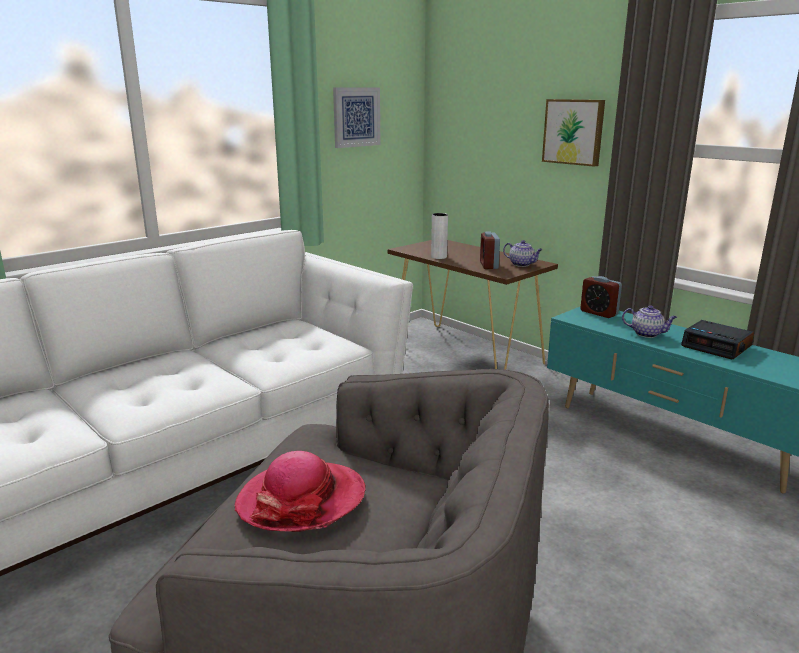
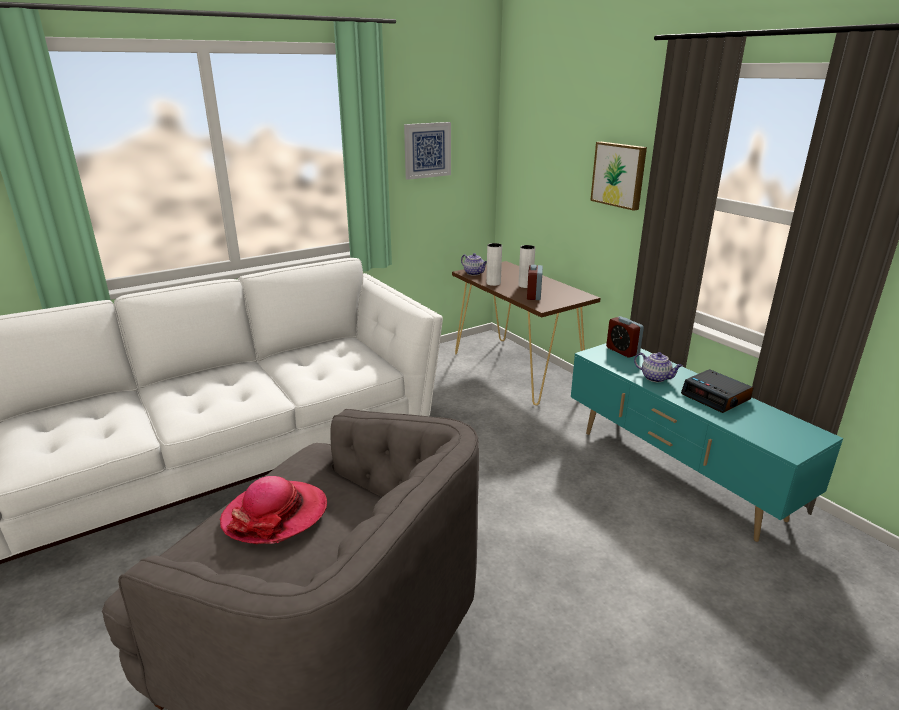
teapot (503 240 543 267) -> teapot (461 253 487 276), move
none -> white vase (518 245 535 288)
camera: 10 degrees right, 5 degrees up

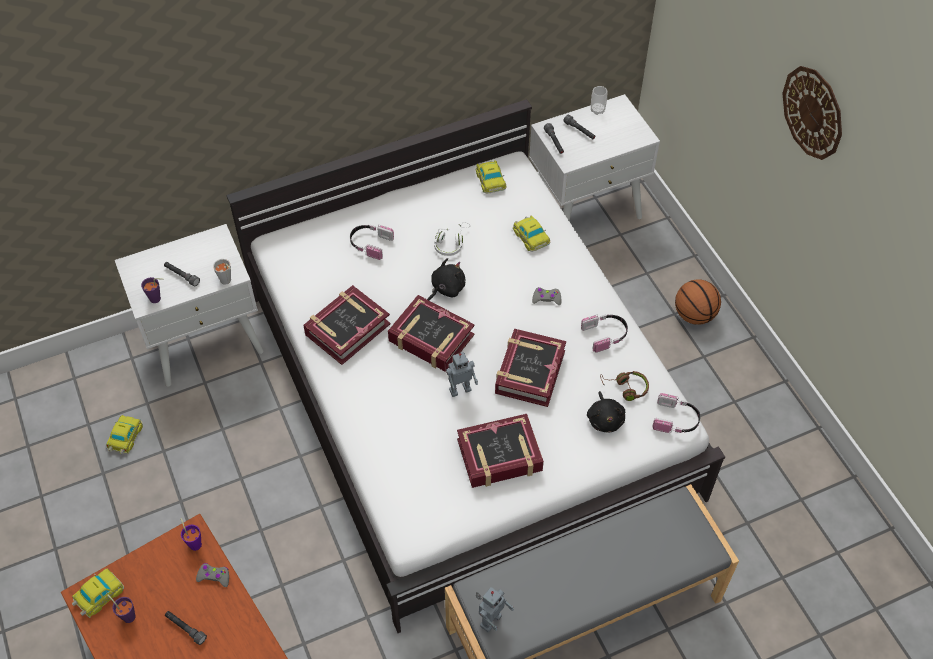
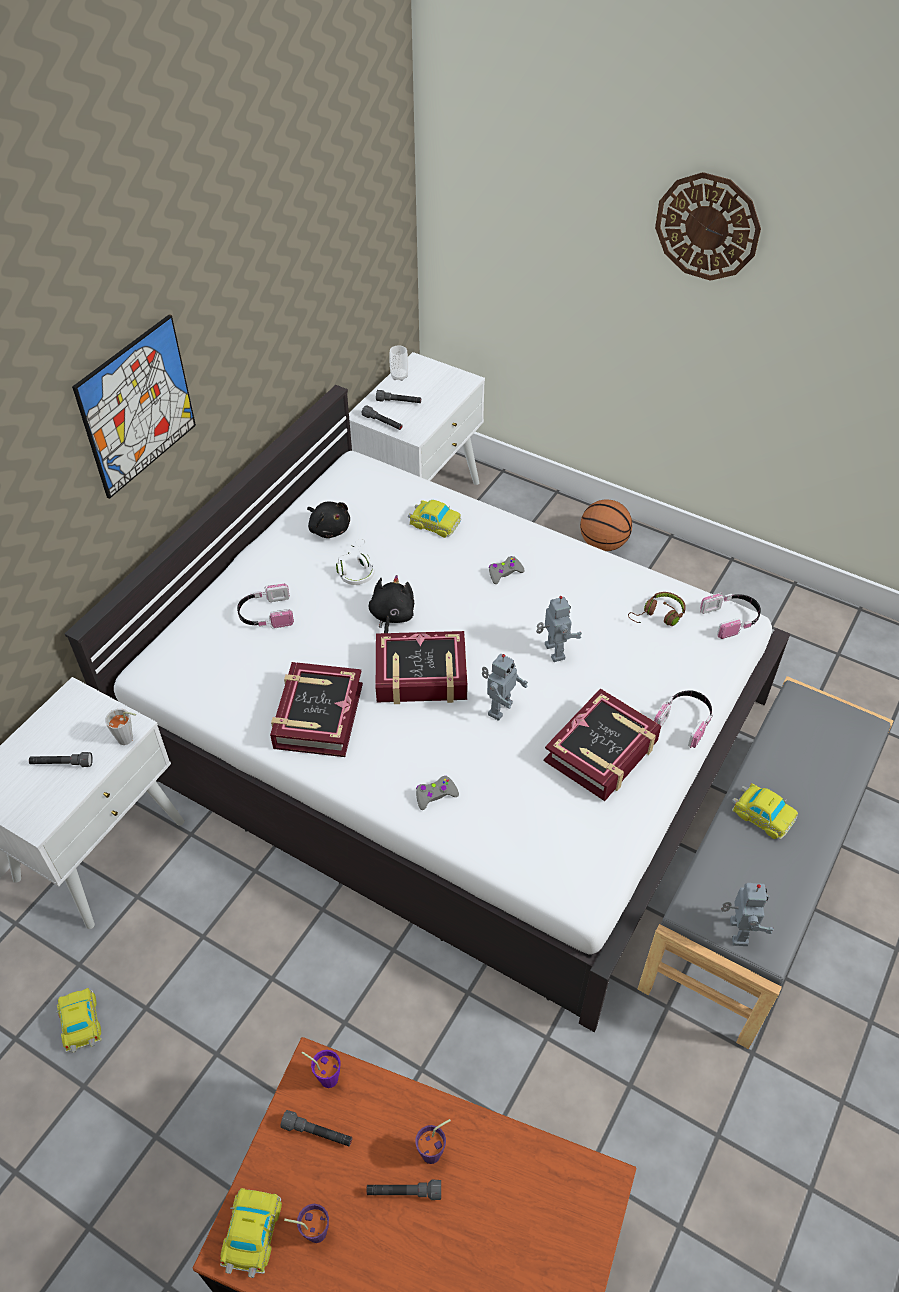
purple cup (141 277 163 303) -> purple cup (415 1119 451 1164), move
grey game controller (196 563 229 587) -> grey game controller (416 776 459 810), move
toy car (475 160 506 194) -> toy car (732 783 798 839), move
book (495 329 566 407) -> toy robot (536 596 582 662)
headphones (581 314 628 353) -> headphones (654 690 713 748), move
black plush toy (587 391 625 433) -> black plush toy (307 502 350 538), move
none -> picture (72 314 196 499)
none -> grey flashlight (280 1110 352 1146)
camera: 35 degrees left, 5 degrees down

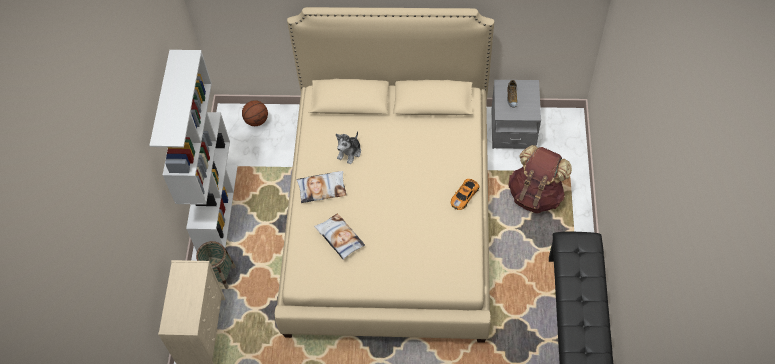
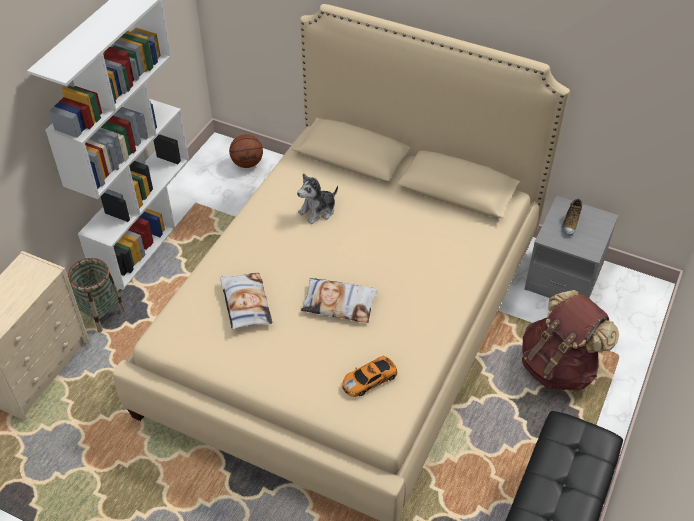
pillow (297 171 347 203) -> pillow (301 278 378 323), move
toy car (451 179 479 210) -> toy car (342 356 398 397), move
camera: 20 degrees right, 10 degrees down

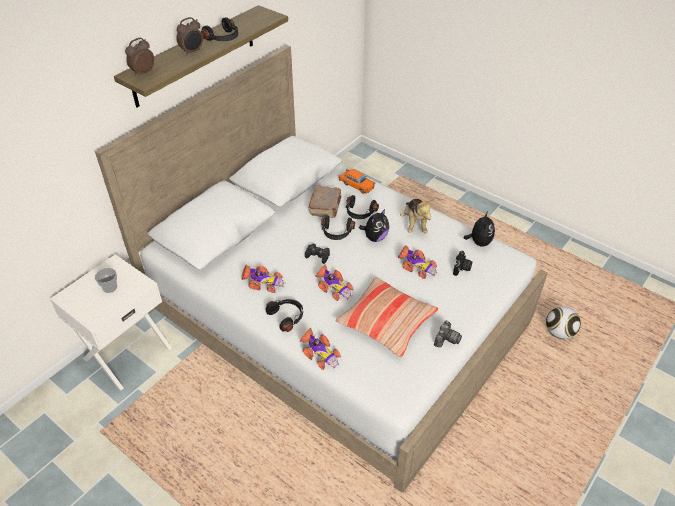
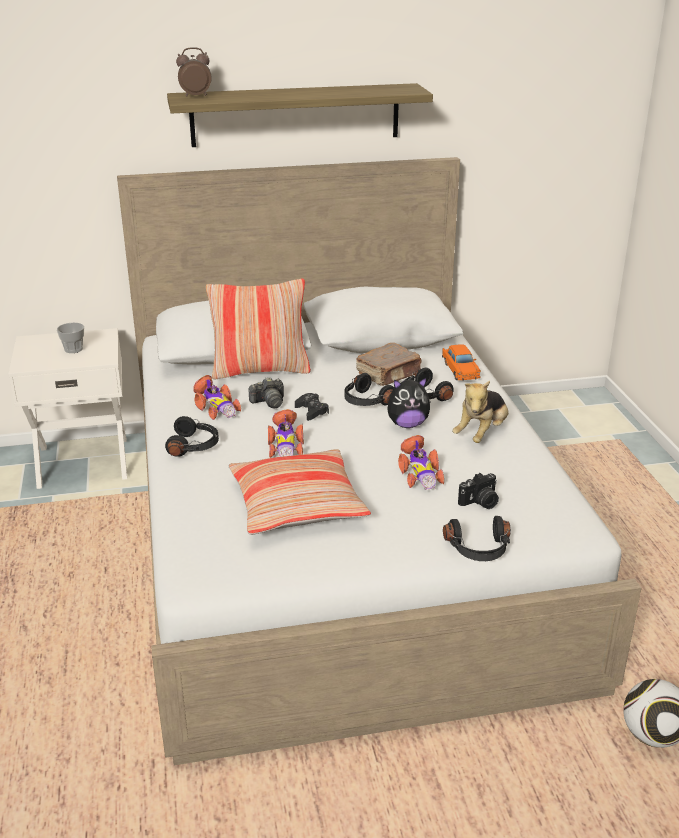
alarm clock (176 17 203 55) -> none
black headphones (201 17 238 41) -> black headphones (443 516 511 561), move
toy car (300 328 341 370) -> none
photo camera (434 321 462 347) -> photo camera (248 377 284 408), move
plush toy (464 211 495 247) -> none
none -> pillow (206 279 311 379)
camera: 40 degrees right, 15 degrees down

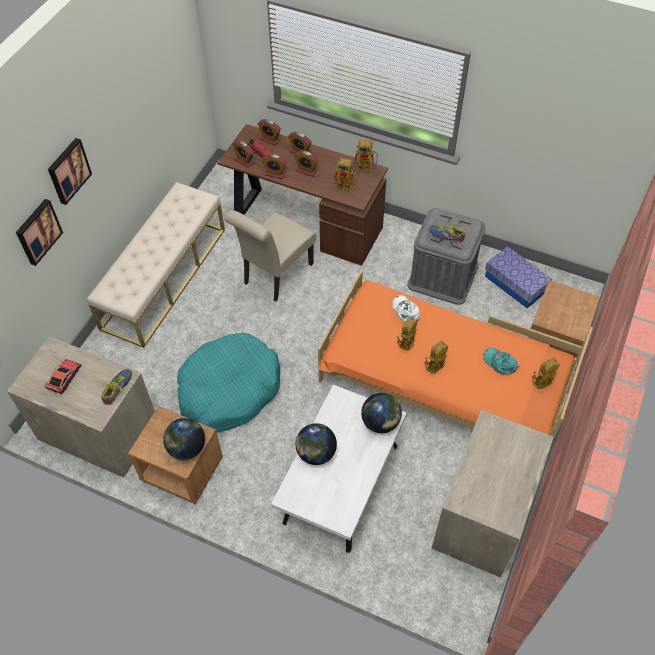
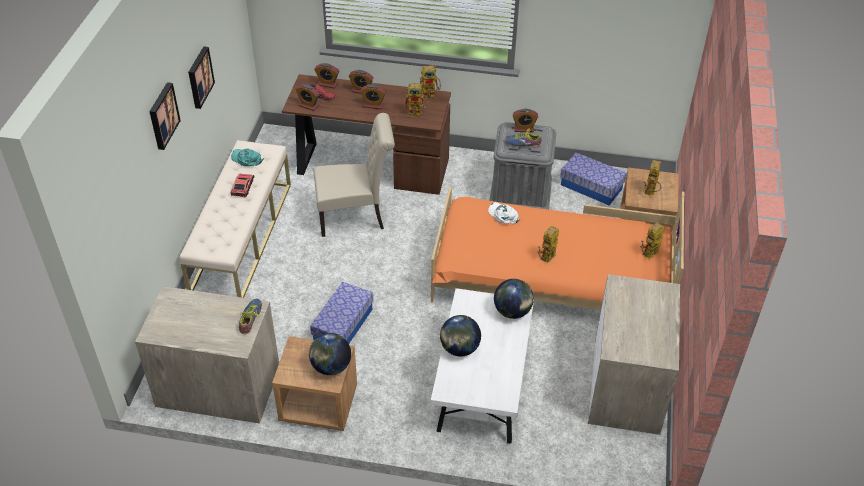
picture (16 199 63 266) -> picture (188 46 215 109), move
toy car (45 359 81 394) -> toy car (231 174 255 197), move
turquoise dog bed (177 333 280 432) -> storage box (310 282 373 344)
beige chair (224 210 316 302) -> beige chair (313 113 395 237), 120 degrees counterclockwise
alarm clock (261 154 287 179) -> alarm clock (513 109 538 133), move
toy robot (397 317 417 351) -> toy robot (644 160 661 196), move
turquoise cap (483 347 520 375) -> turquoise cap (231 149 264 166), move
camera: 15 degrees left, 10 degrees down

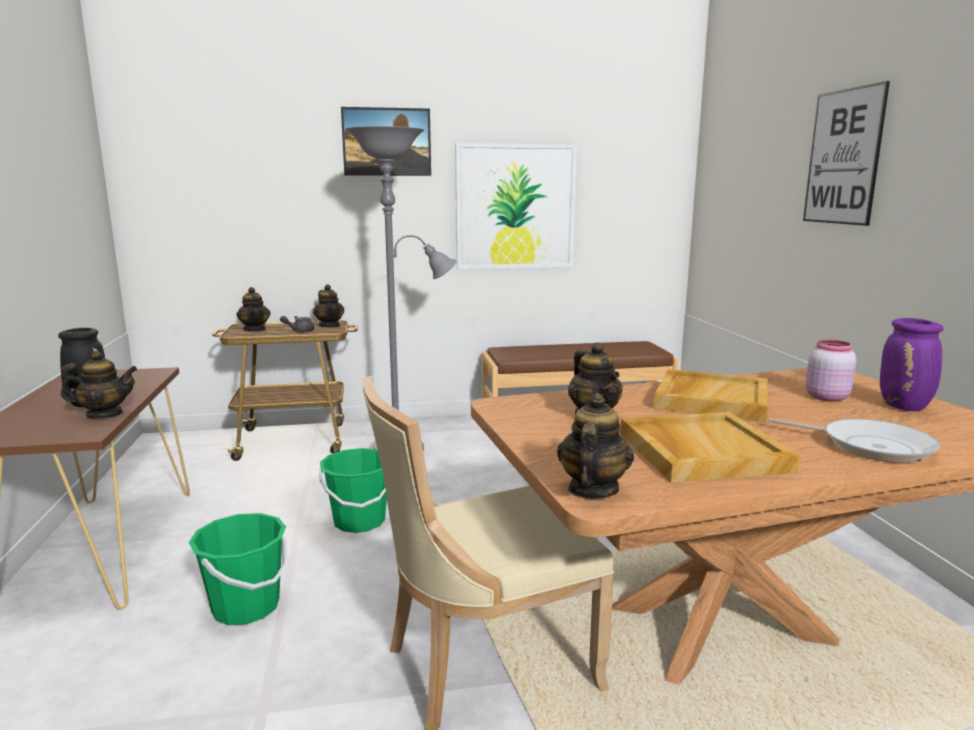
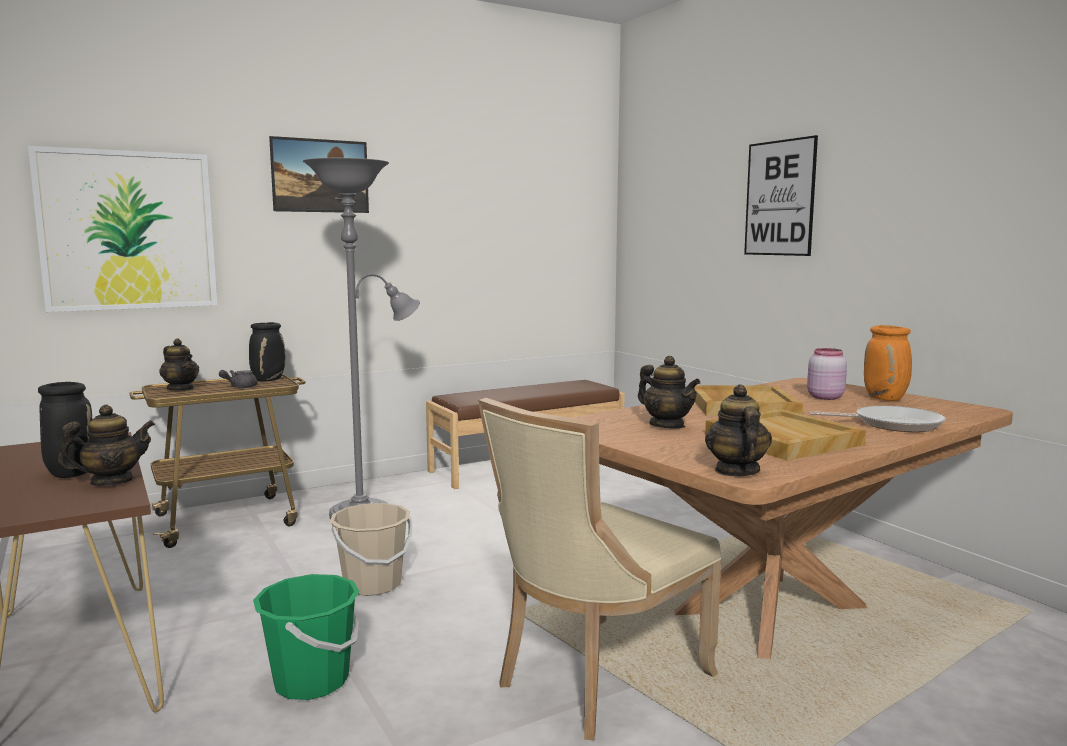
teapot (313 284 344 327) -> black vase (249 322 286 382)
green bucket (319 448 387 533) -> beige bucket (330 503 412 596)
picture (455 143 577 269) -> picture (28 146 218 312), move
purple vase (880 318 944 411) -> orange vase (864 325 912 401)
camera: 20 degrees left, 5 degrees down

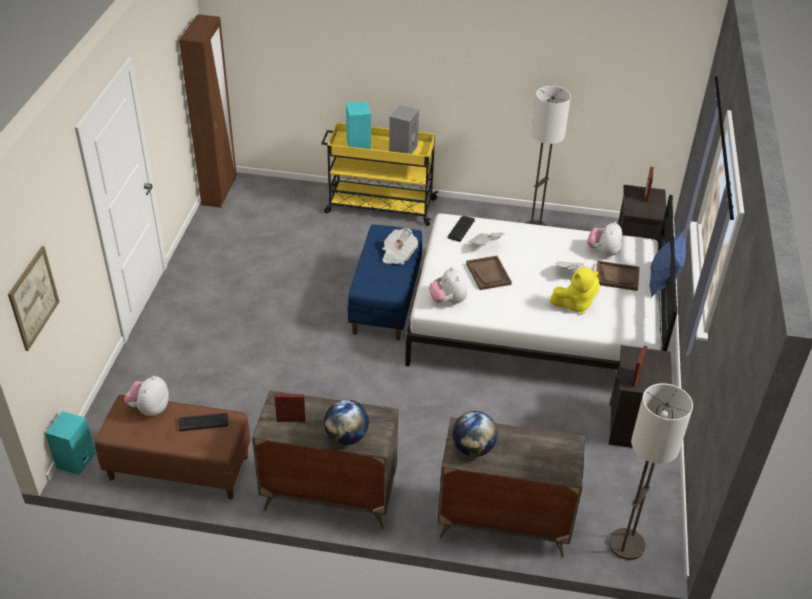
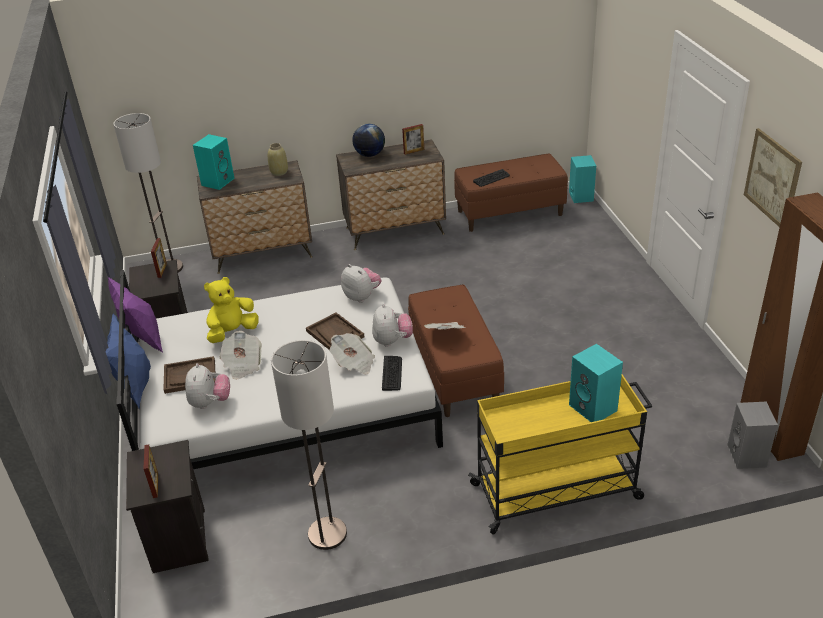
picture (8 246 60 351) -> picture (744 128 802 227), move
plush toy (124 376 169 416) -> plush toy (372 303 413 347), move
blue bench (348 224 423 341) -> brown bench (408 285 504 417)
grey speaker (389 105 419 154) -> grey speaker (727 402 778 469), move
globe (452 411 498 457) -> beige vase (268 143 288 176)
none -> purple pillow (108 277 163 353)
none -> turquoise speaker (193 134 235 190)
camera: 160 degrees right, 5 degrees down

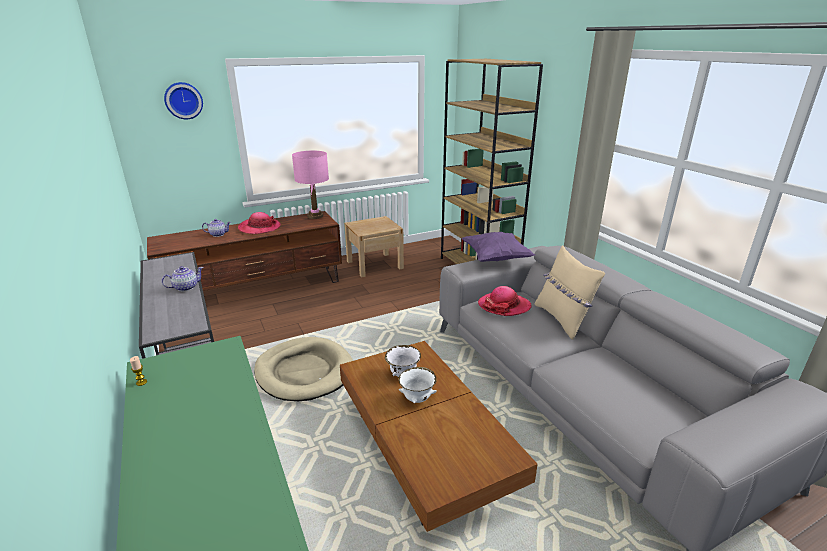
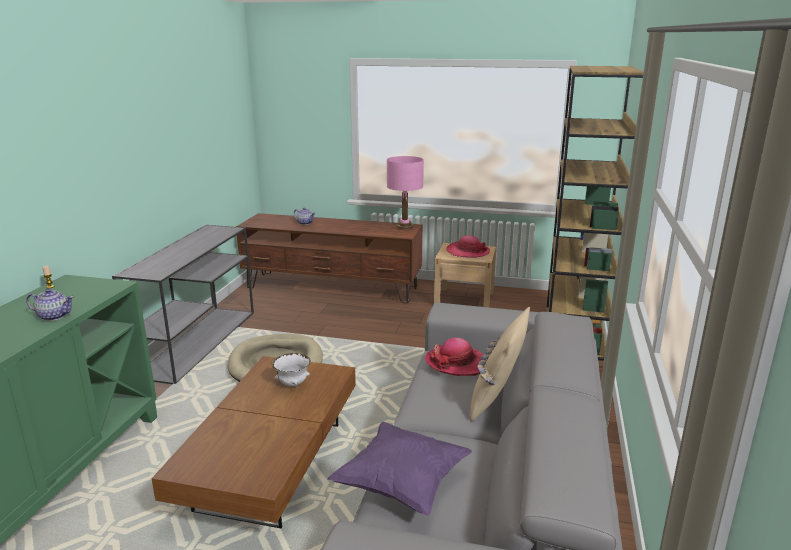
teapot (162 266 204 291) -> teapot (26 289 74 321), move
wall clock (164 82 203 120) -> none
hat (238 212 281 234) -> hat (446 235 490 258), move
white bowl (398 367 437 403) -> none
purple pillow (462 232 535 262) -> purple pillow (327 421 472 516), move
camera: 40 degrees right, 5 degrees down

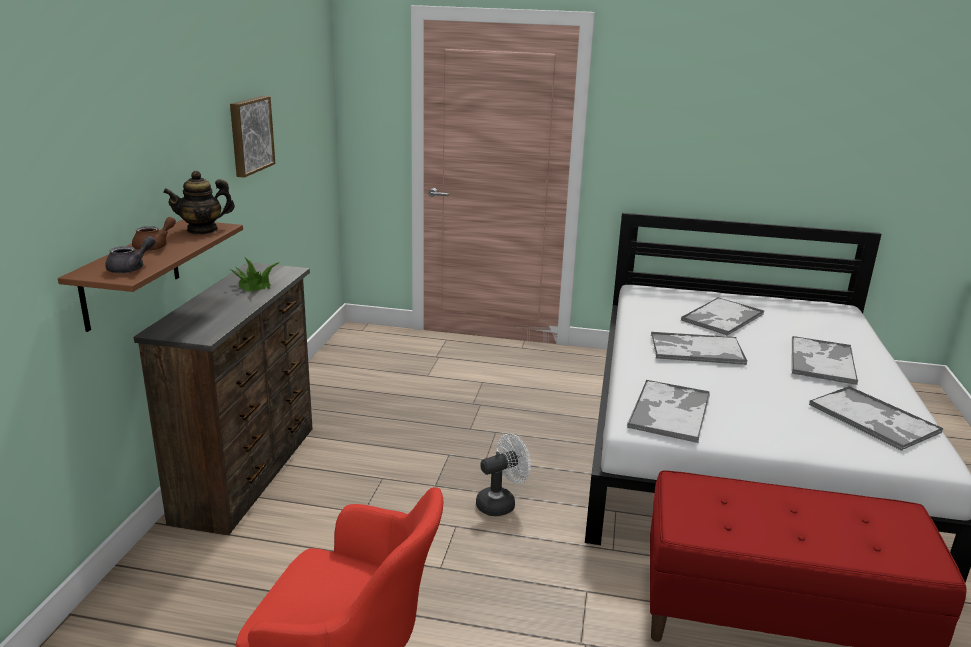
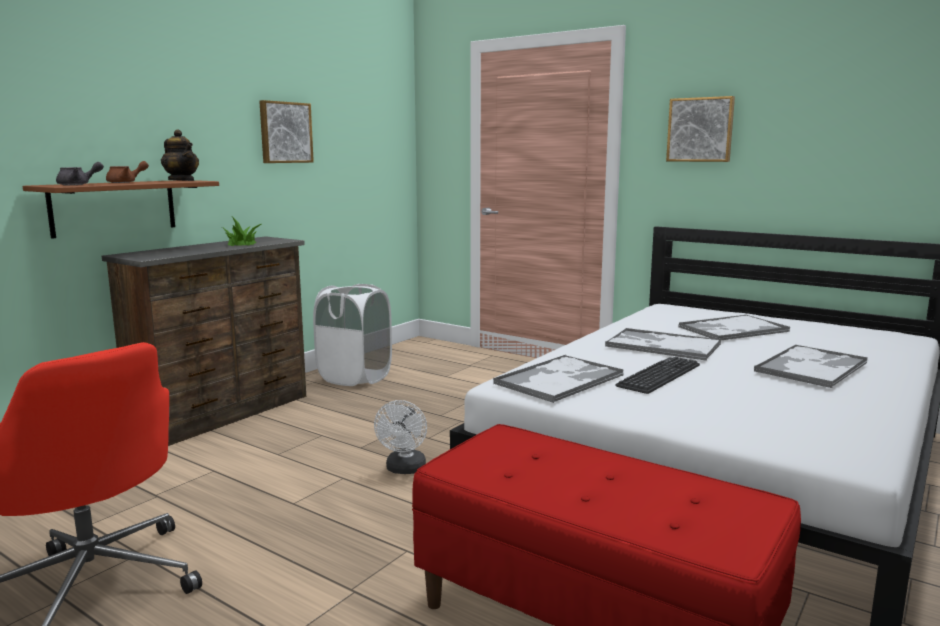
teapot (163 171 235 234) -> teapot (161 129 199 181), 135 degrees counterclockwise
white fan (476 433 531 516) -> white fan (374 400 427 474), 105 degrees clockwise
tray (809 386 943 451) -> none
none -> white laundry basket (313 284 392 386)
none -> keyboard (615 357 700 394)
none -> picture (666 96 735 162)
camera: 25 degrees right, 10 degrees down

